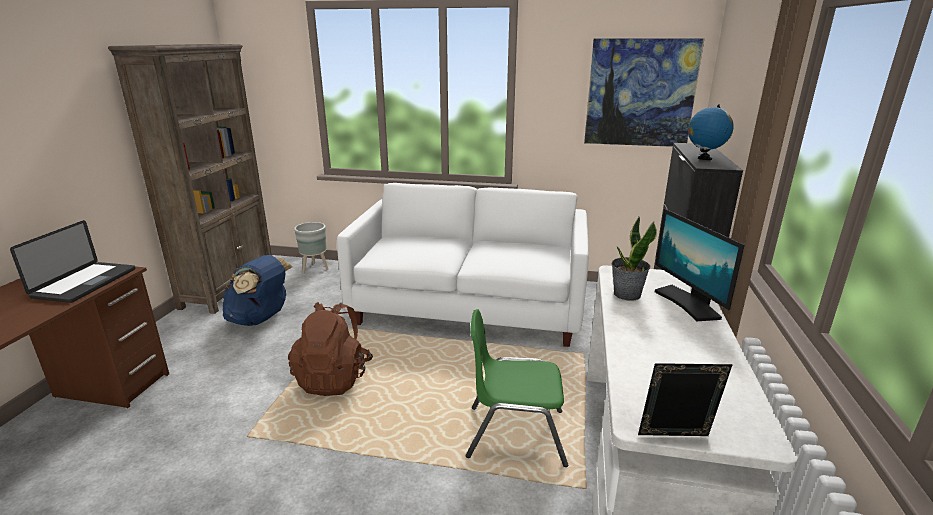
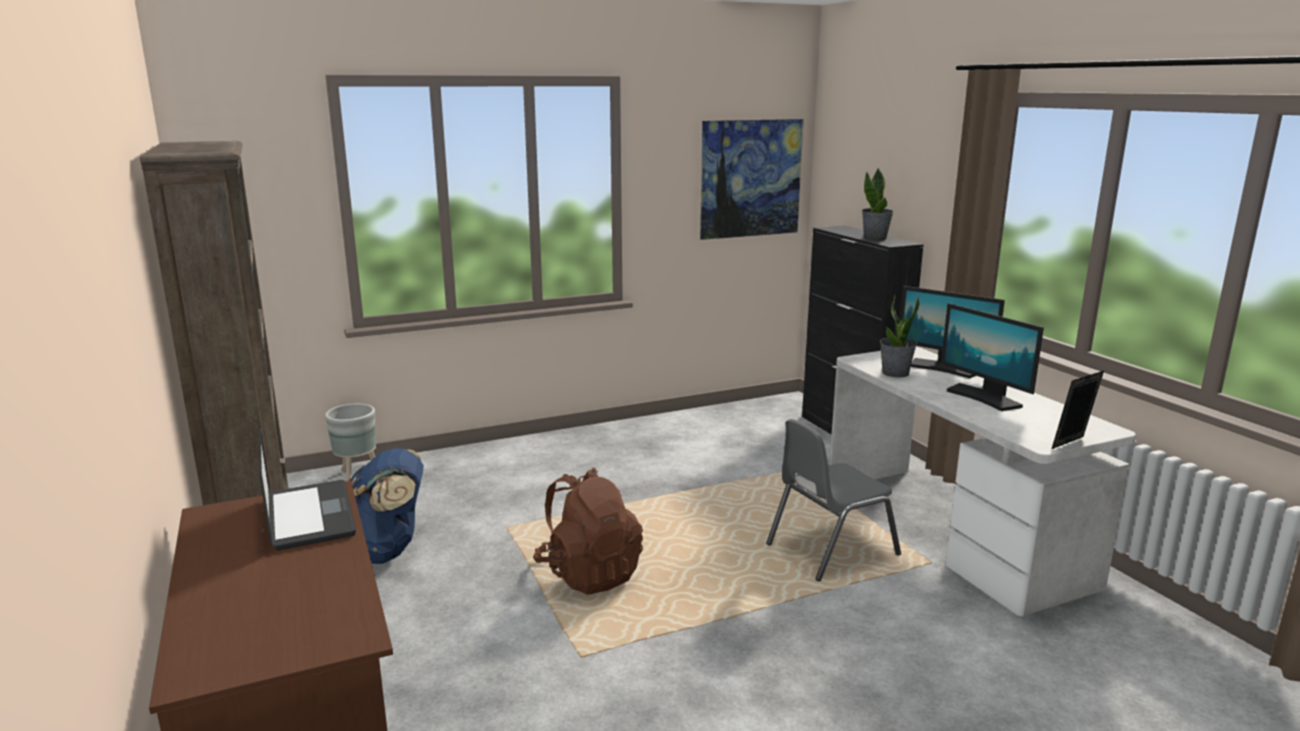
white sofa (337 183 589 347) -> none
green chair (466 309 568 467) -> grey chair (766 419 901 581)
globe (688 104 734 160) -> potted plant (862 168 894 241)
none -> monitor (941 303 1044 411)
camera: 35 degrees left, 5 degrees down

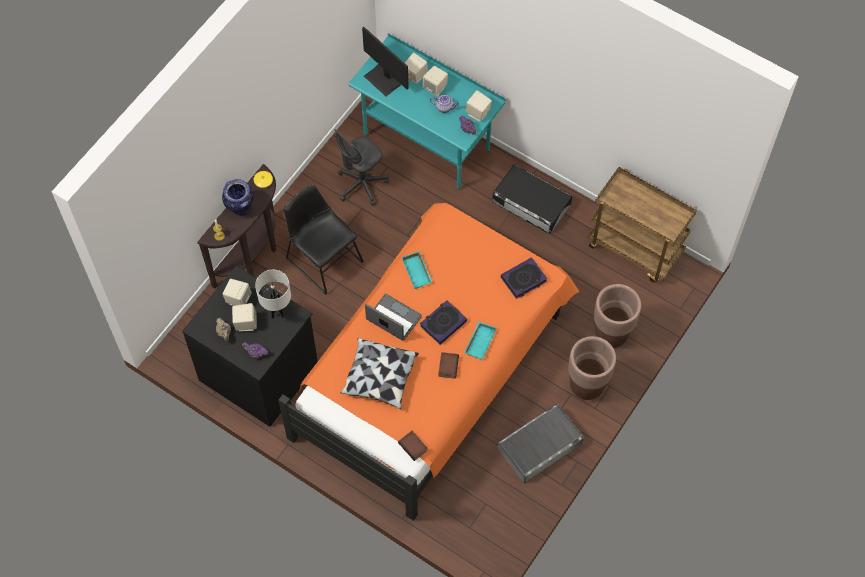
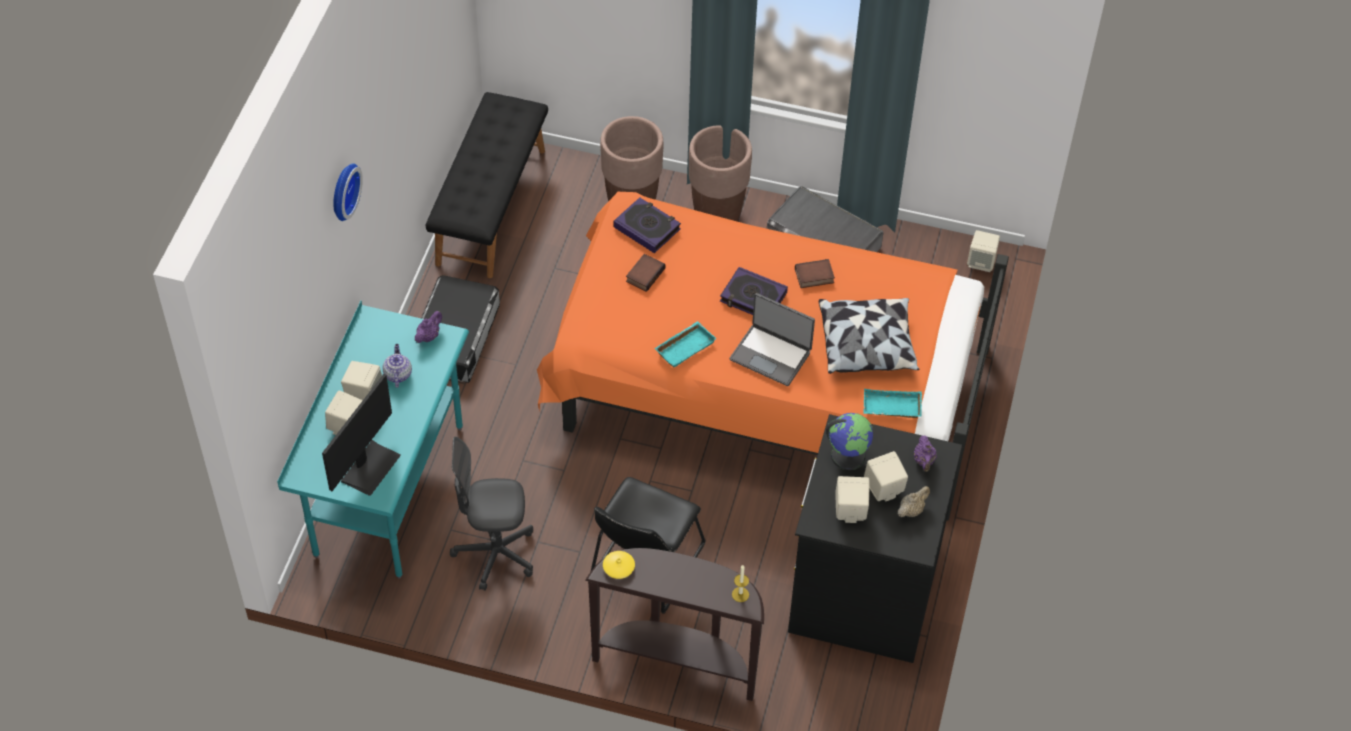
vase (222 179 254 216) -> none
white table lamp (255 270 291 318) -> globe (826 413 873 470)
grey office chair (334 129 389 206) -> grey office chair (450 437 533 591), 150 degrees clockwise
laptop (365 293 422 341) -> laptop (730 293 815 386), 75 degrees counterclockwise
book (398 431 428 461) -> book (626 254 666 292), move
turquoise tray (464 322 497 360) -> turquoise tray (863 389 922 418), move
beige speaker (465 90 492 121) -> beige speaker (967 230 1000 272), move
brown cart (588 167 697 283) -> black bench (425 92 548 278)
none -> wall clock (333 163 363 221)
camera: 110 degrees left, 10 degrees down

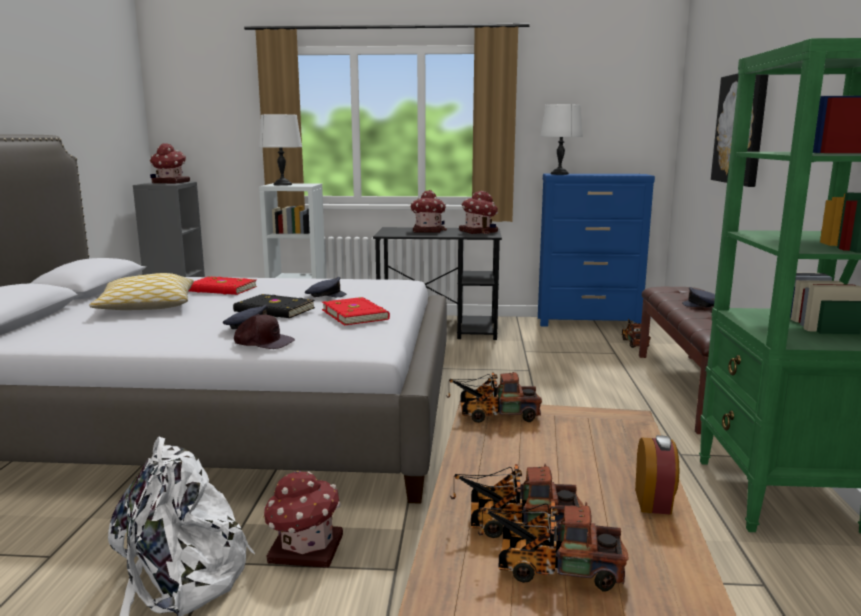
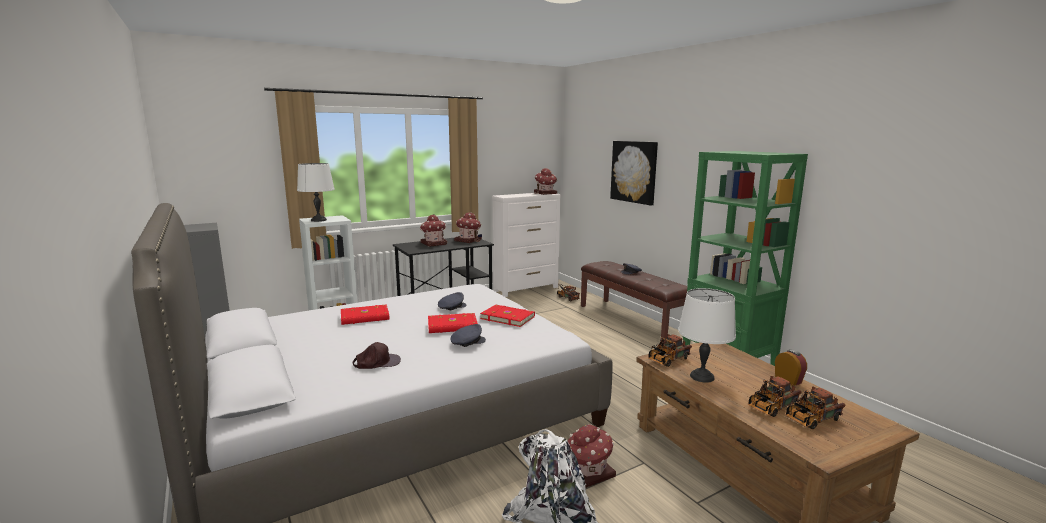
pillow (89 273 194 310) -> none
toy house (150 143 190 183) -> toy house (534 168 557 195), move
black book (233 294 315 318) -> red book (428 313 478 333)
brown cap (234 314 295 349) -> brown cap (353 342 401 369), move
blue dresser (538 174 655 326) -> white dresser (492 193 561 297)
white table lamp (540 104 583 175) -> white table lamp (678 288 736 383), move
camera: 35 degrees left, 0 degrees up

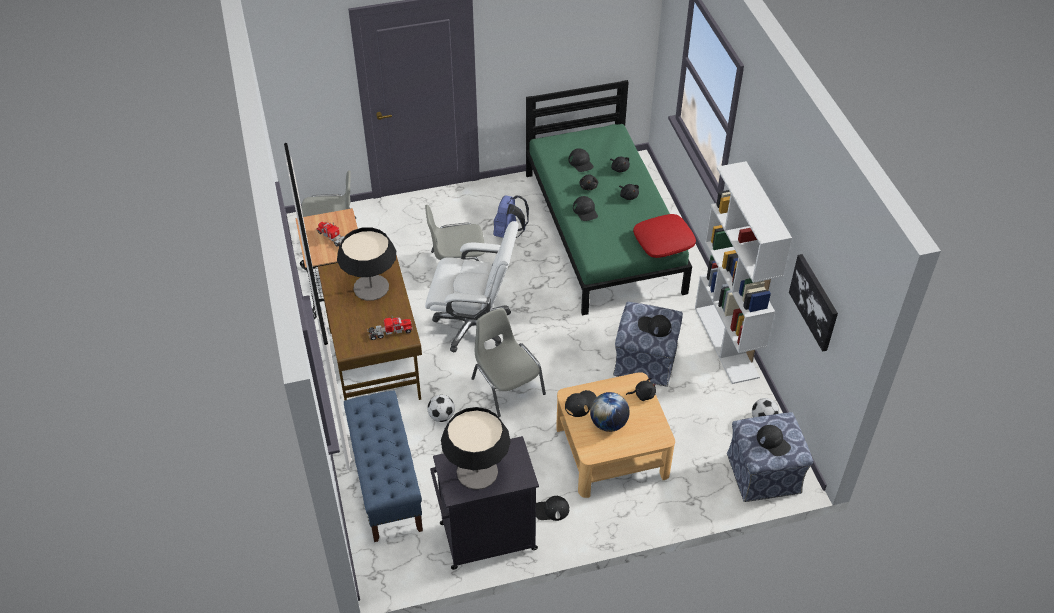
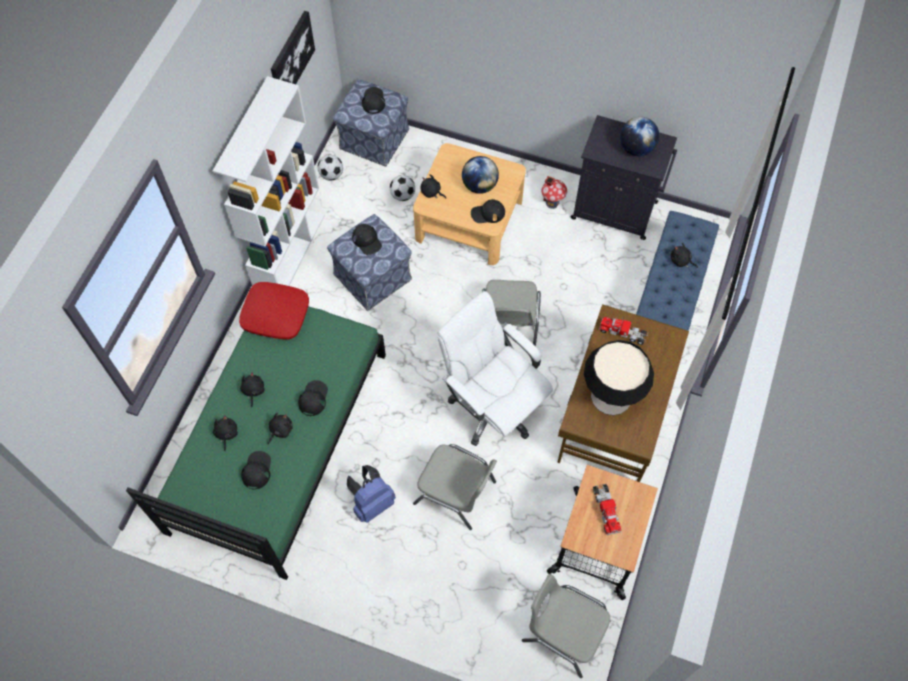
football (428 395 455 422) -> football (390 175 415 201), move
table lamp (441 407 511 490) -> globe (620 117 659 156)
black cap (536 495 570 521) -> toy house (542 176 567 209)
none -> black plush toy (671 243 698 268)
camera: 145 degrees left, 15 degrees up

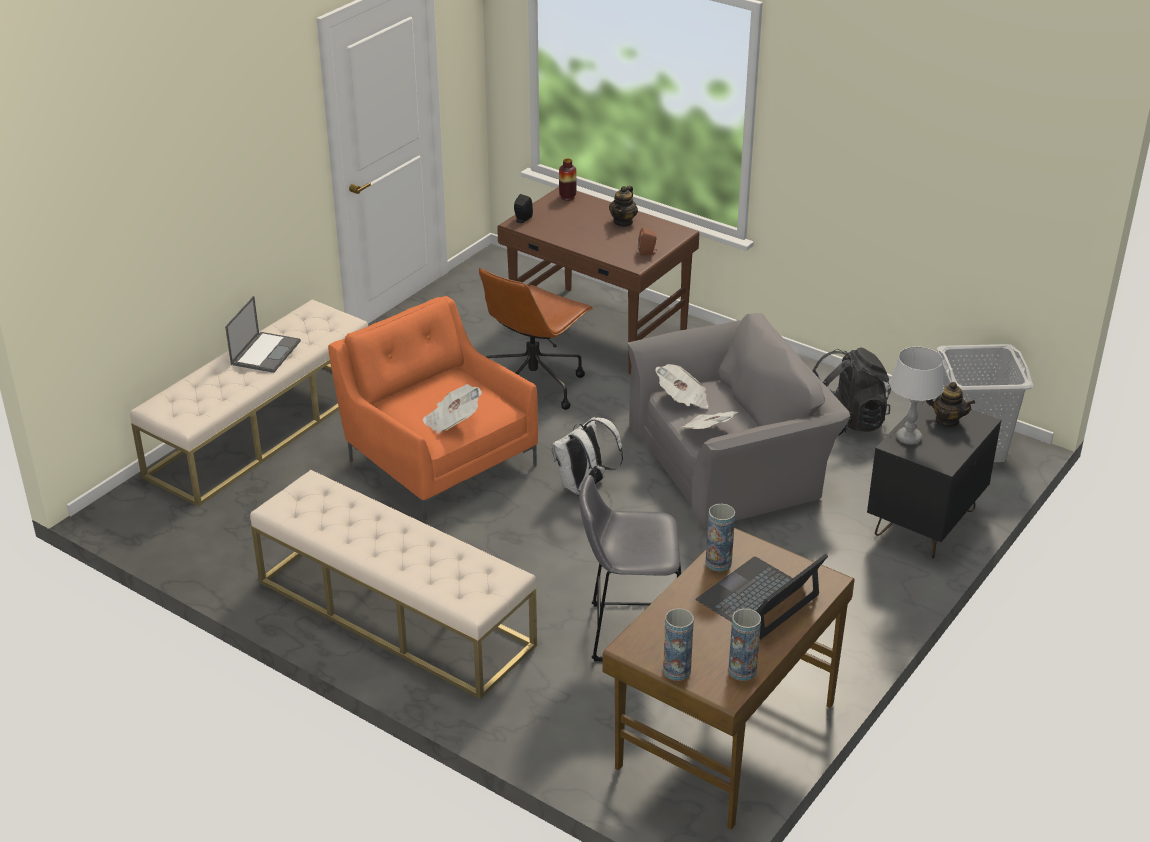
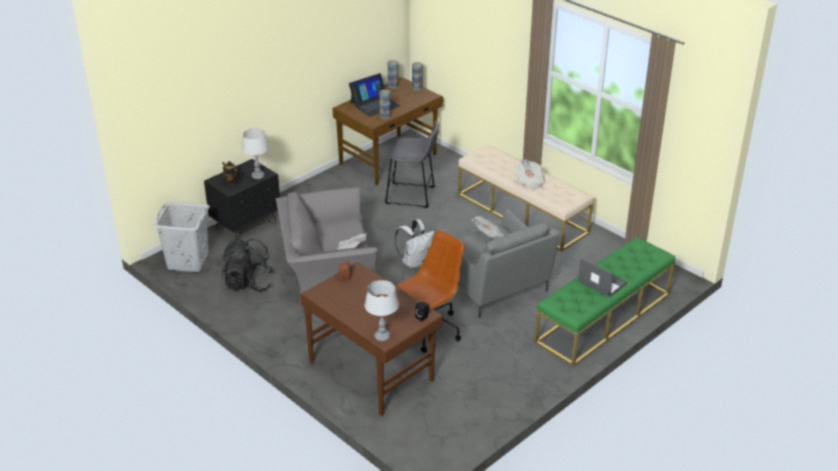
beige bench (130 299 368 507) -> green bench (534 237 675 367)
laptop (225 296 301 373) -> laptop (578 258 627 297), 105 degrees clockwise
orange armchair (328 296 538 522) -> grey armchair (457 208 560 318)
vase (559 158 576 201) -> grey table lamp (365 280 399 342)
teapot (609 186 638 227) -> none
newspaper (680 411 738 429) -> newspaper (516 160 546 191), move
camera: 170 degrees left, 0 degrees up

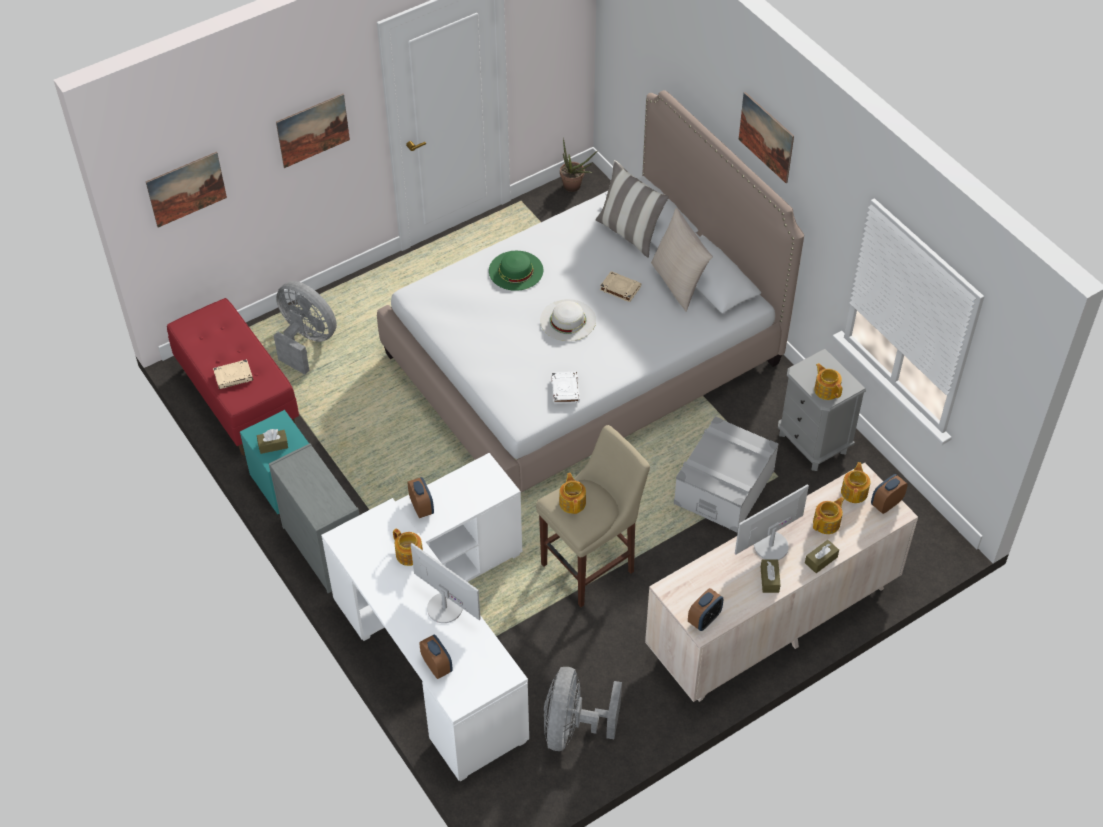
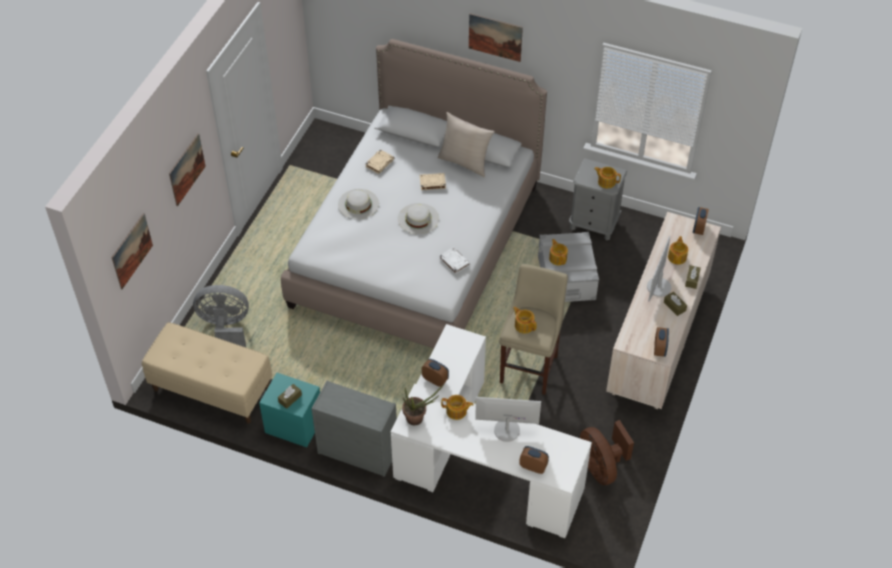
red bench (167 298 299 455) -> beige bench (142 322 272 424)
beige book (213 359 253 389) -> beige book (365 150 394 174), move
green hat (489 251 543 291) -> white hat (338 189 379 220)
grey fan (544 667 622 751) -> brown fan (580 420 634 485)
potted plant (560 138 598 192) -> potted plant (402 384 444 425), move
pillow (596 160 669 258) -> none
teapot (841 462 870 503) -> teapot (549 239 568 265), move
camera: 35 degrees left, 0 degrees up

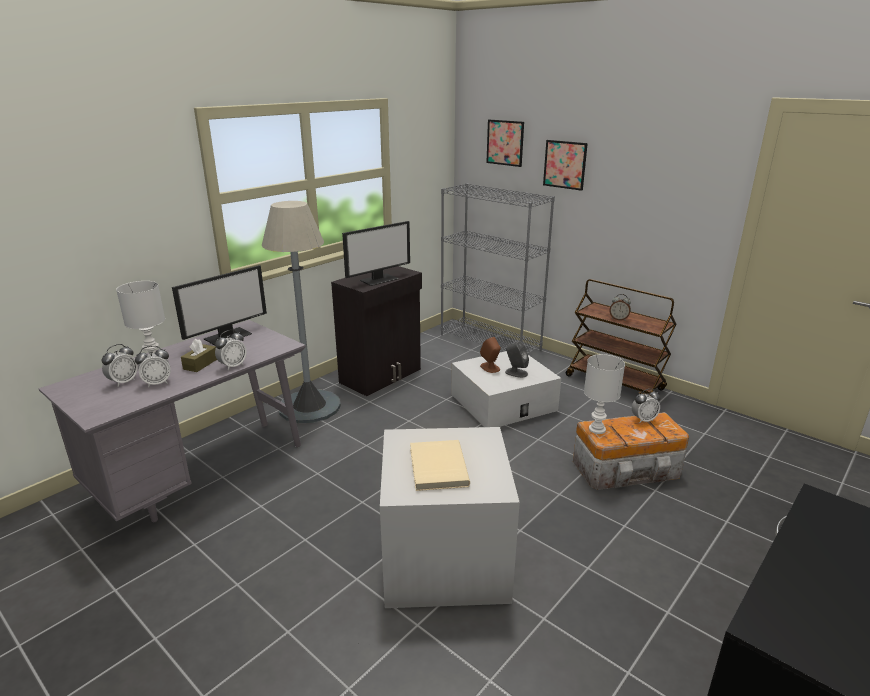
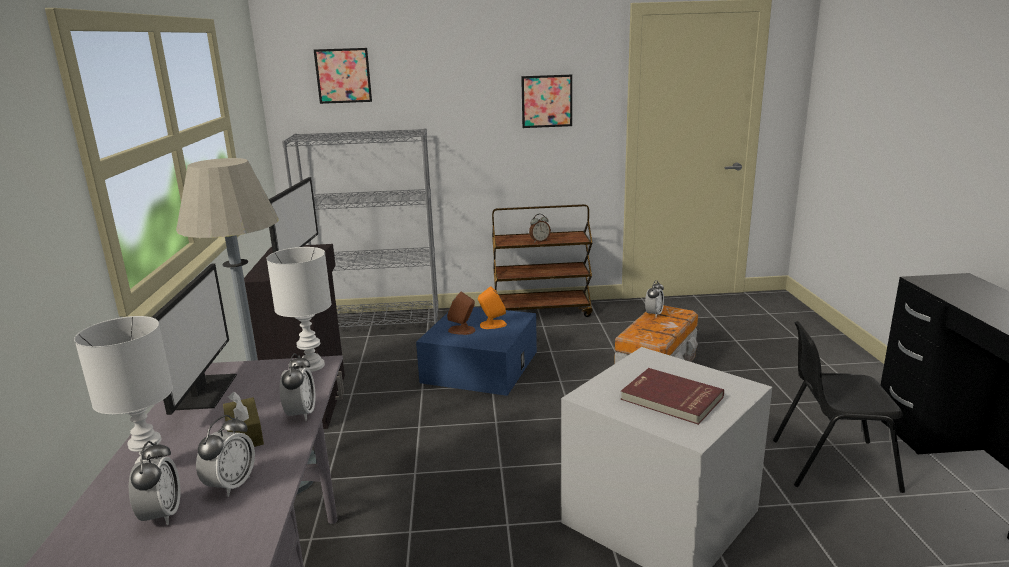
beige book (410 440 470 491) -> red book (621 368 724 425)
white storage box (451 351 561 427) -> blue storage box (416 307 537 396)
grey speaker (505 341 529 378) -> orange speaker (478 286 507 329)
picture (543 140 588 191) -> picture (521 75 572 128), move
white table lamp (584 354 625 434) -> white table lamp (266 247 331 372), move
none -> black chair (773 321 905 493)
camera: 45 degrees left, 5 degrees down

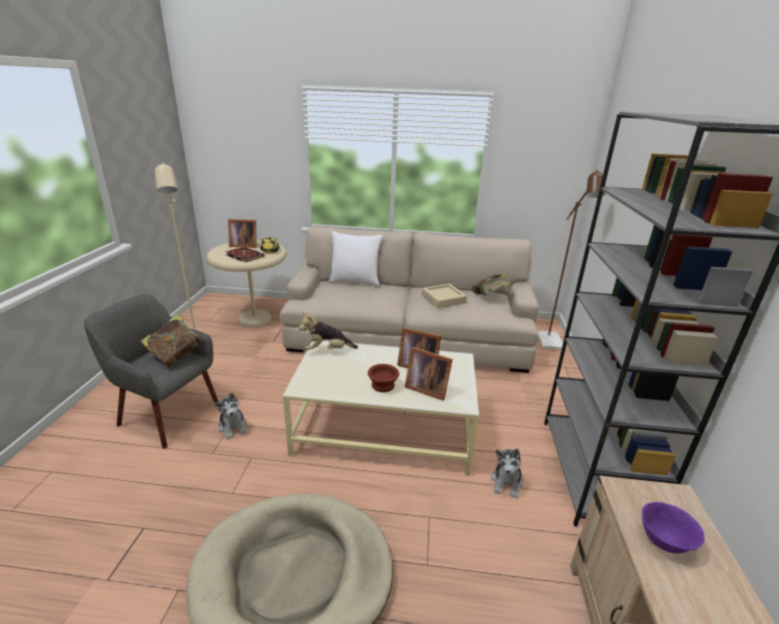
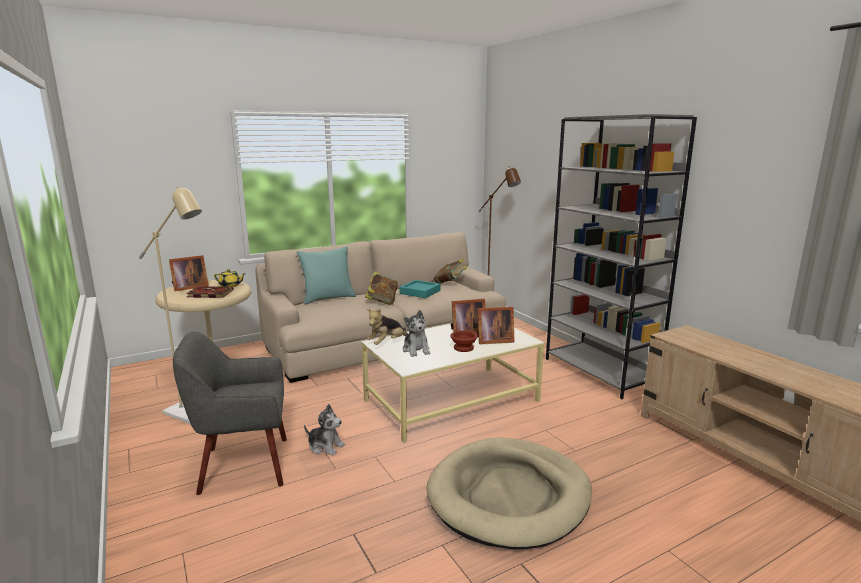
book (141 315 202 367) -> book (365 271 398 305), move
white pillow (329 231 383 287) -> turquoise pillow (297 247 356 304)
beige tray (422 284 467 308) -> turquoise tray (399 280 440 298)
plush toy (491 449 523 498) -> plush toy (403 310 431 357), move
purple bowl (642 502 705 553) -> none
camera: 35 degrees left, 10 degrees down

